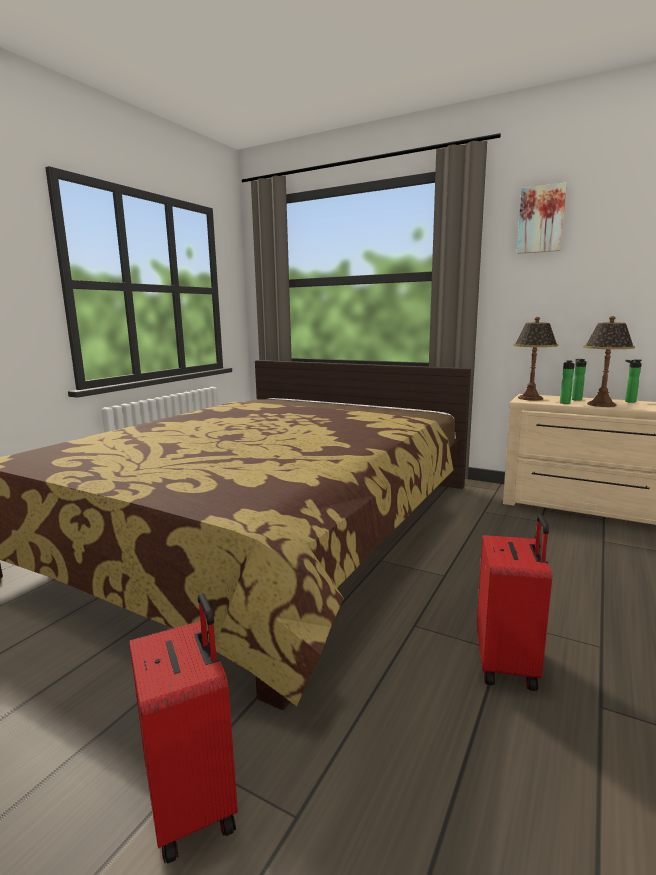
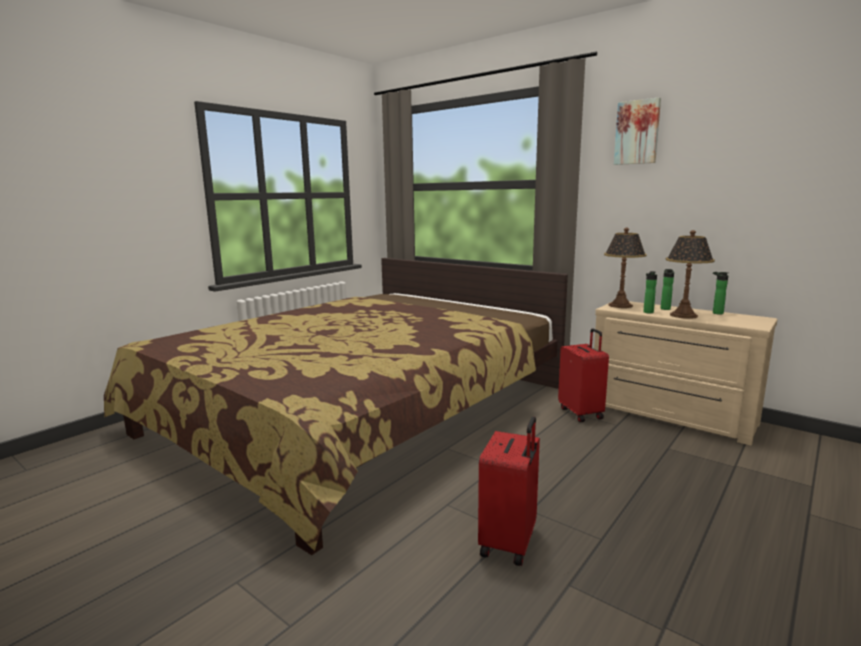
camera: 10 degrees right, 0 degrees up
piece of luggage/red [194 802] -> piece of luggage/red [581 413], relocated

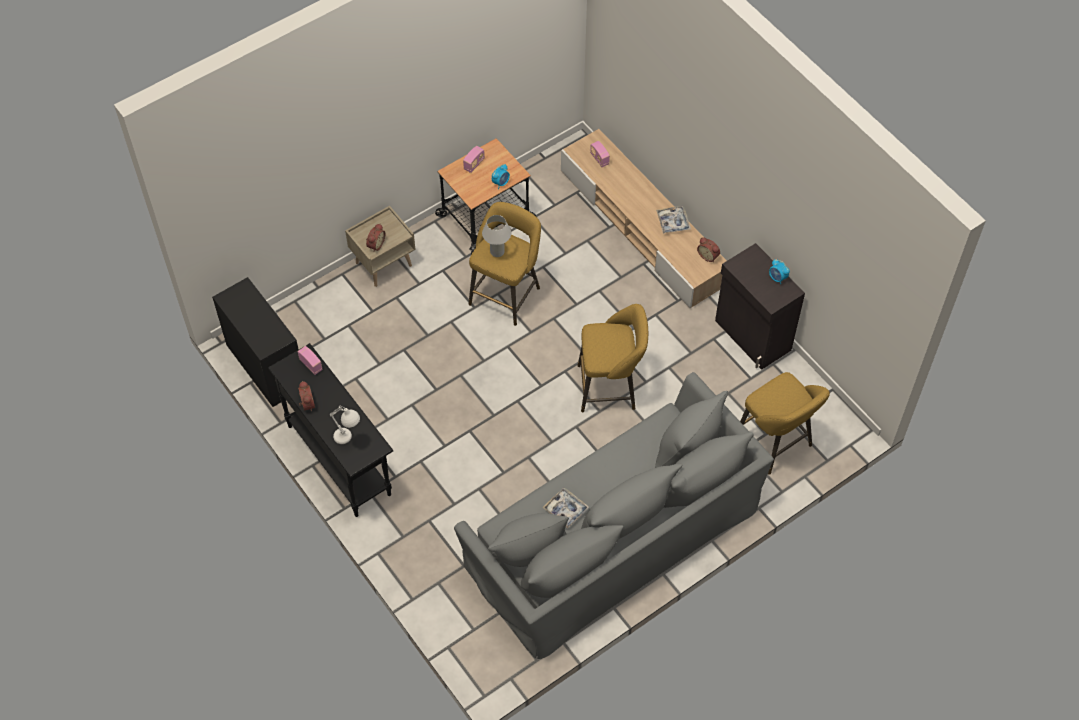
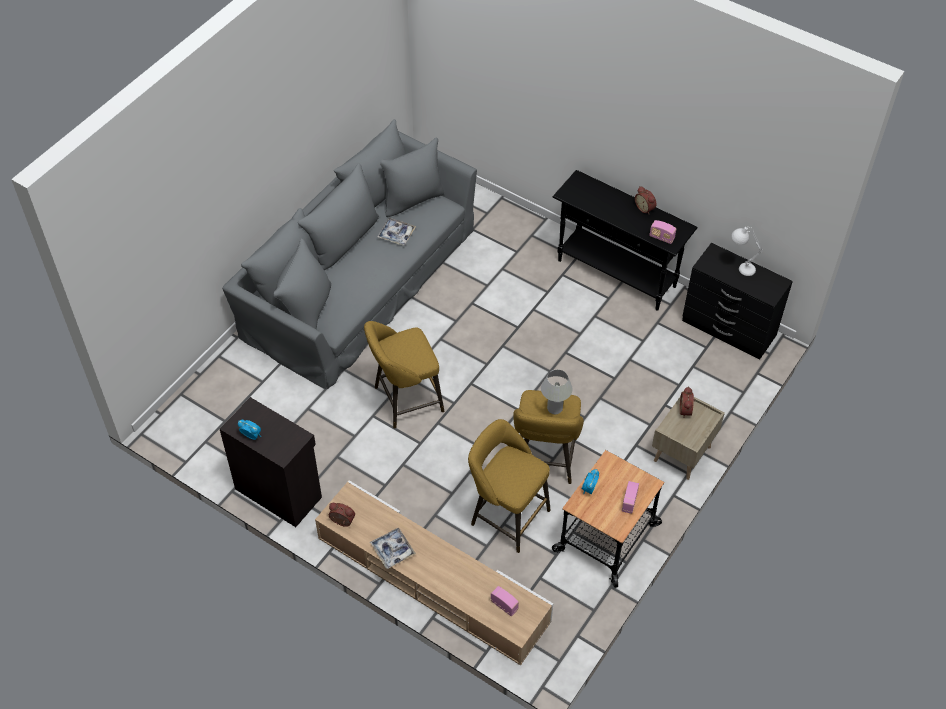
camera: 160 degrees right, 5 degrees down
stool seat/yellowish [776 444] -> stool seat/yellowish [506 515], relocated
lamp for a table/whitish [348 440] -> lamp for a table/whitish [739 268], relocated

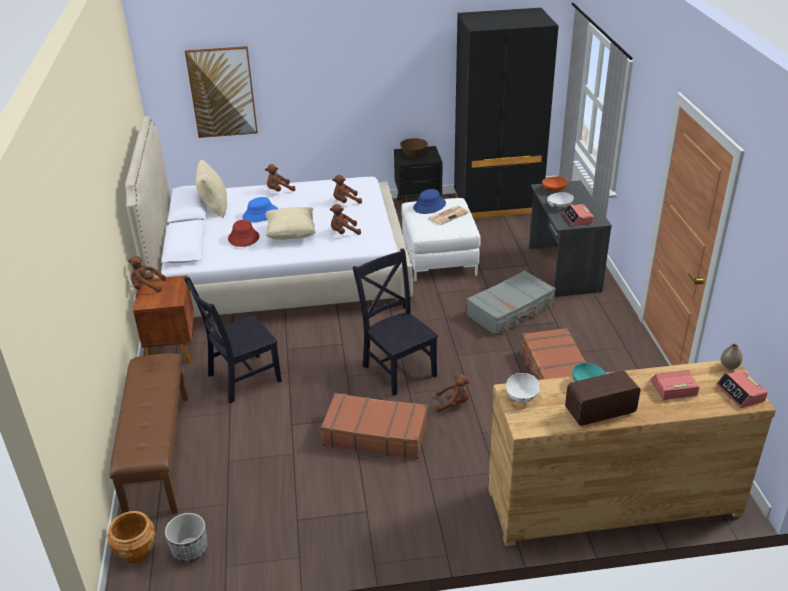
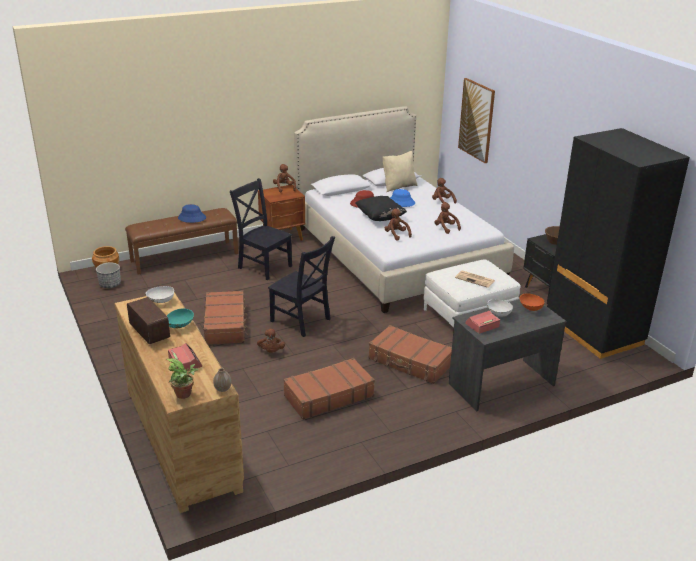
camera: 70 degrees right, 5 degrees down
table clock [740 393] -> plant in a pot [185 395]
hat/blue-coloured [429 206] -> hat/blue-coloured [192 218], relocated
chair/blackish [398 369] -> chair/blackish [302 321], 90 degrees clockwise
pillow/beige [291 234] -> pillow/blackish [380 218]
piece of luggage/greyish [511 311] -> piece of luggage/brown [410 362]

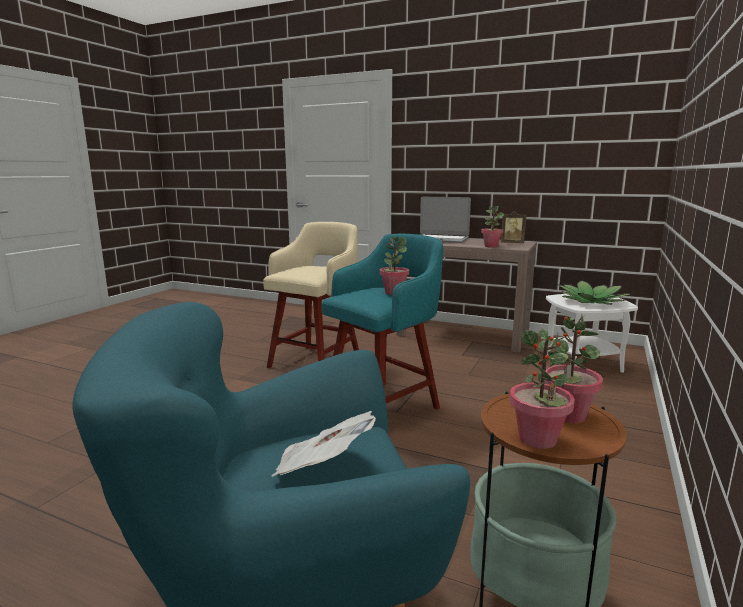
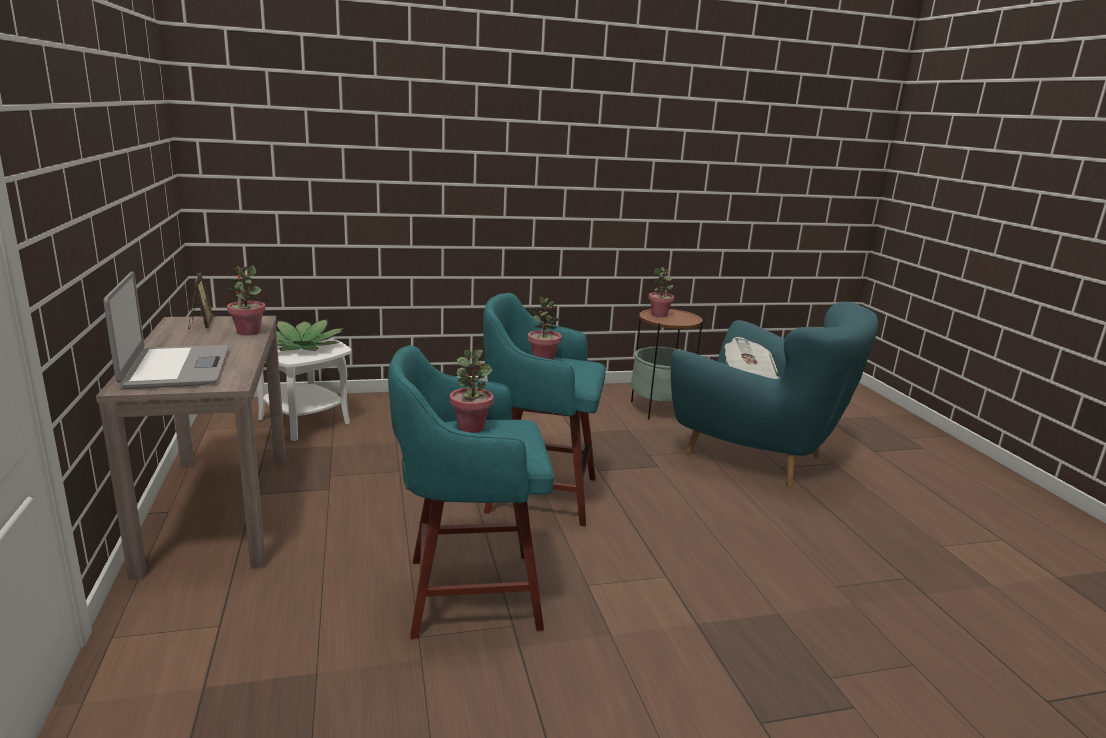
camera: 130 degrees left, 5 degrees up
stool seat/beige [317 361] -> stool seat/turquoise [468 593]
plant in a pot [538 439] -> plant in a pot [471 427], relocated

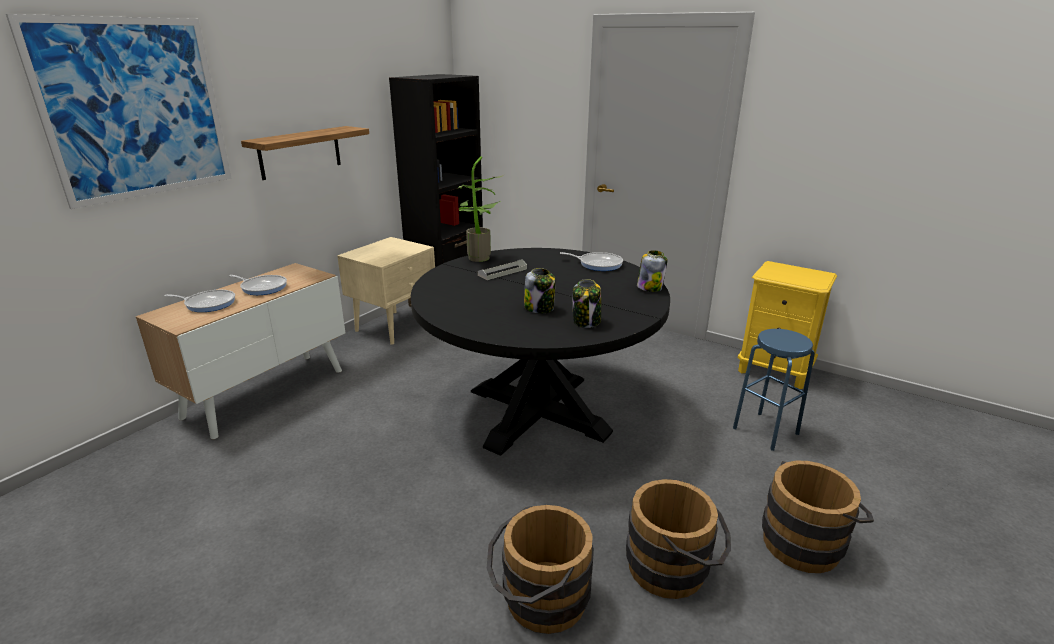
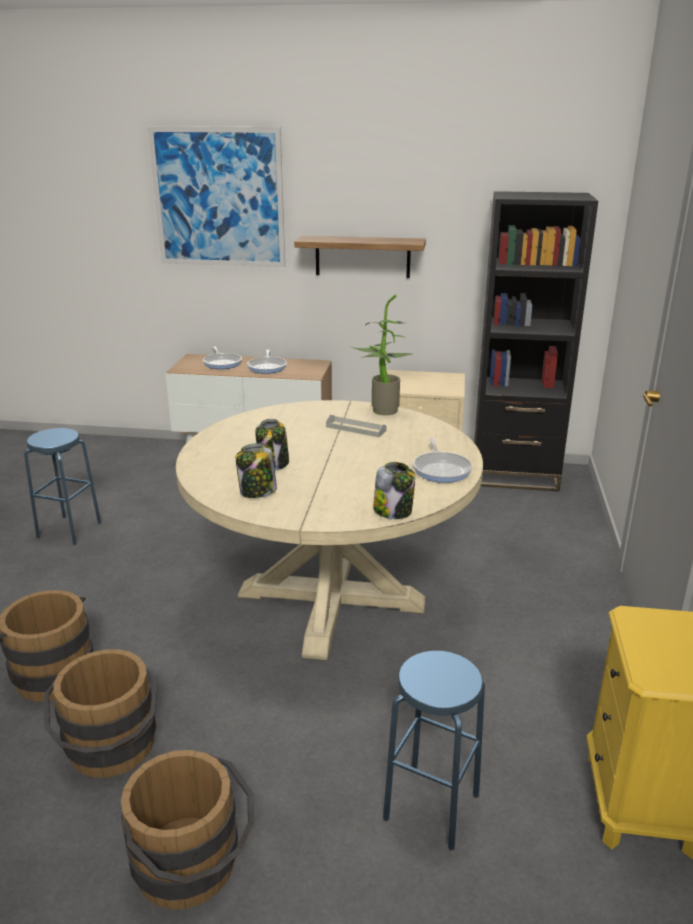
camera: 65 degrees right, 0 degrees up
none -> stool seat/blue-coloured [69 530]
dining table/blackish [538 411] -> dining table/beige [331 598]

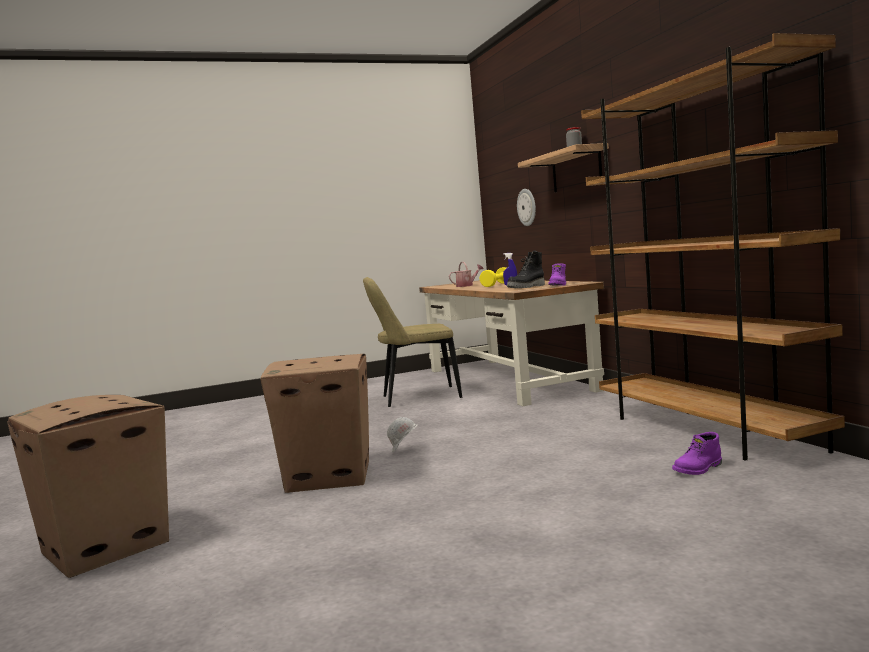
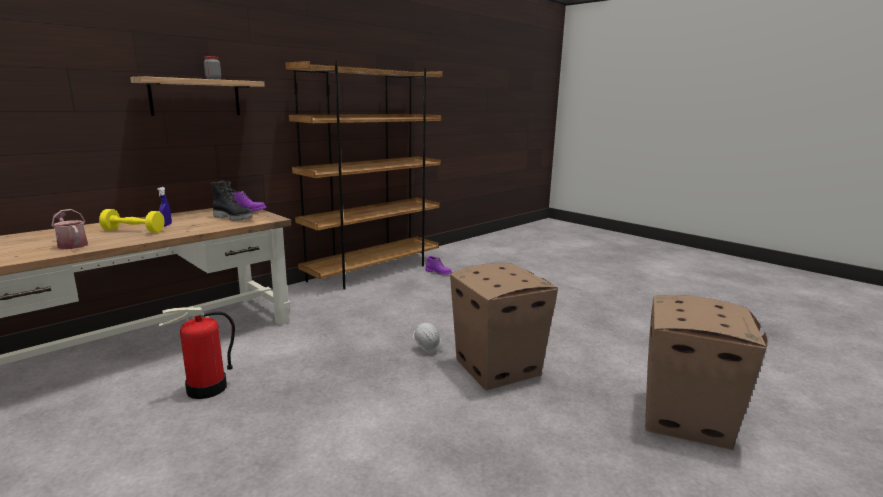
camera: 115 degrees left, 10 degrees up
chair/beige [416 398] -> extinguisher [206 389]
hanging clock [527 207] -> none

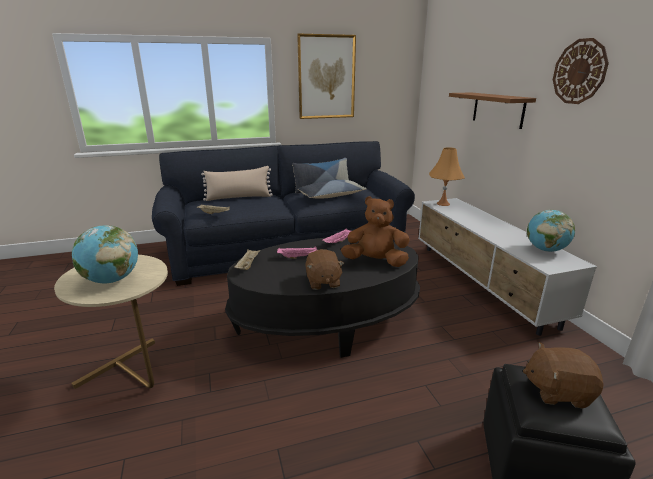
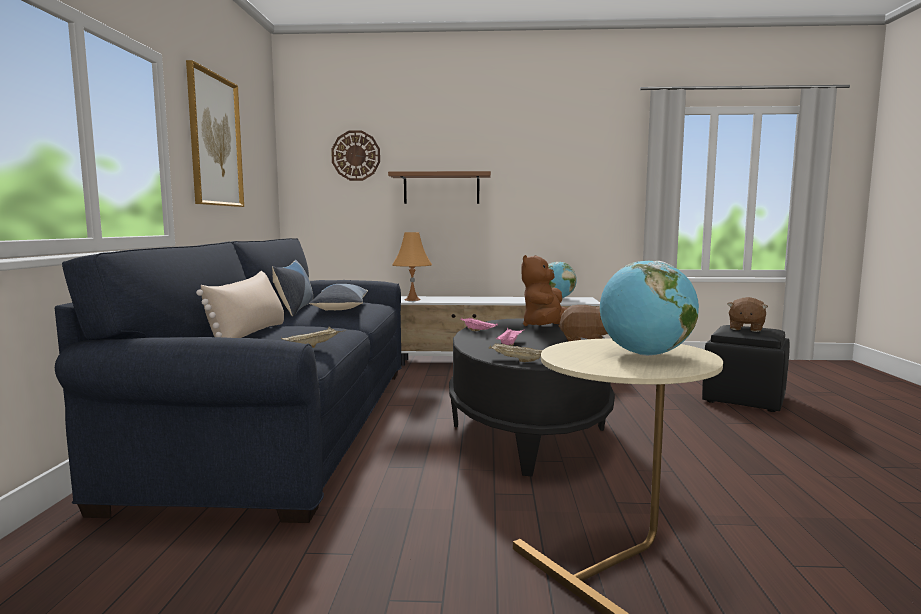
camera: 70 degrees left, 15 degrees down
hanging clock [579 71] -> hanging clock [356 155], relocated

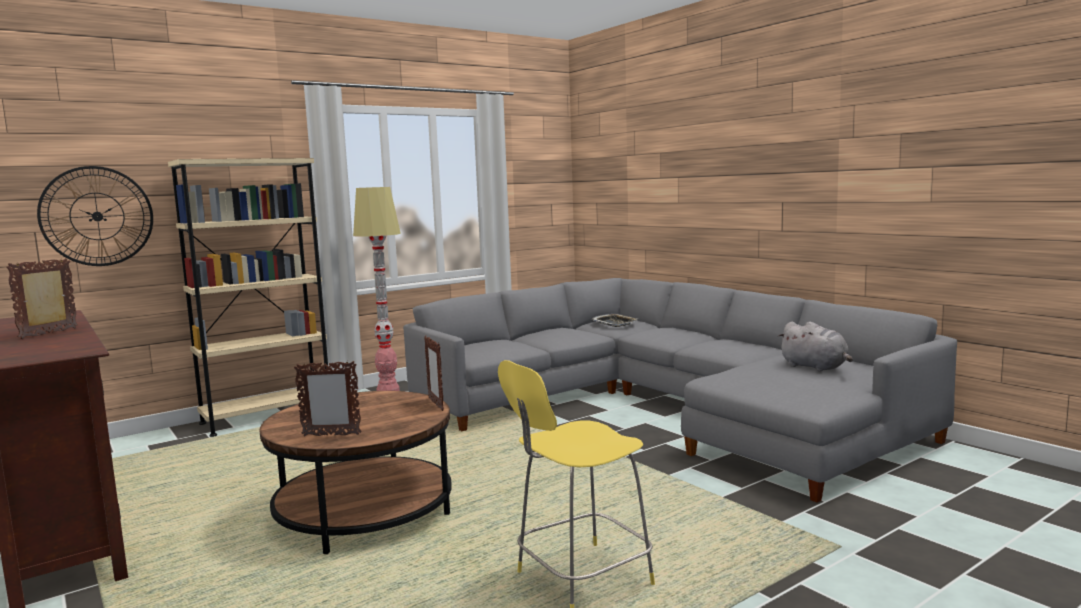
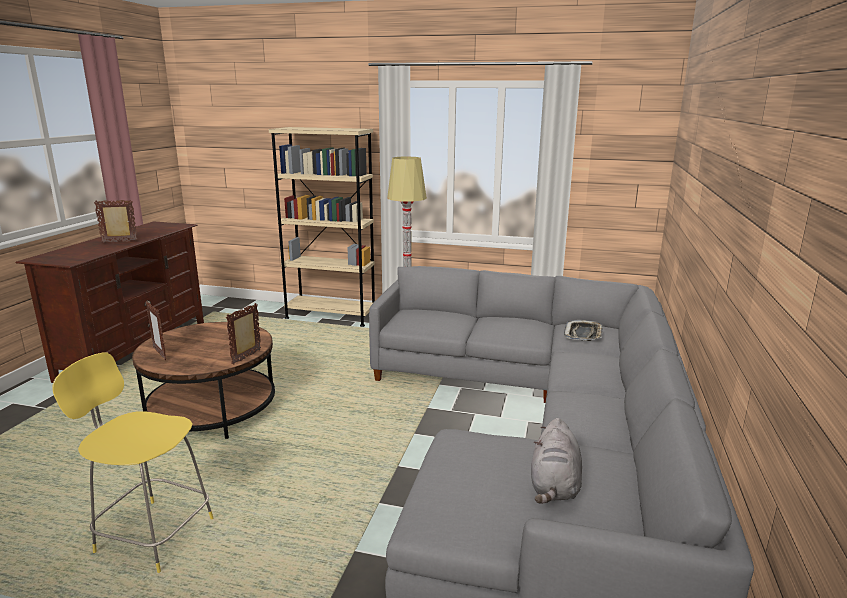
camera: 50 degrees right, 10 degrees up
hanging clock [97 216] -> none

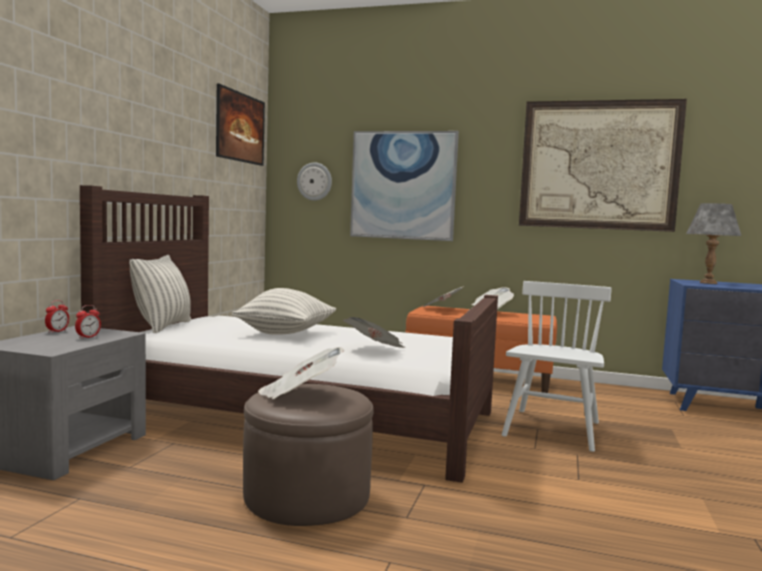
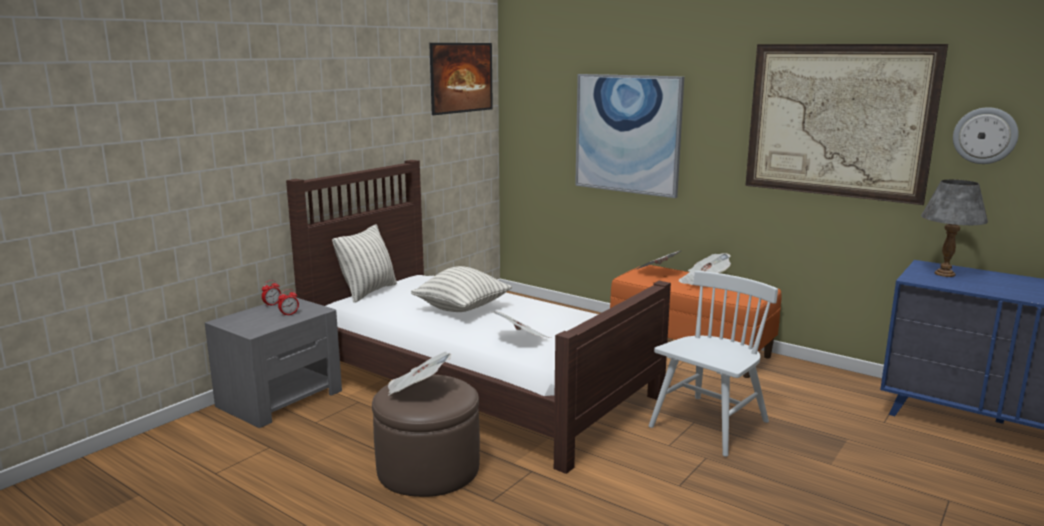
camera: 20 degrees right, 10 degrees up
hanging clock [314 181] -> hanging clock [985 135], relocated

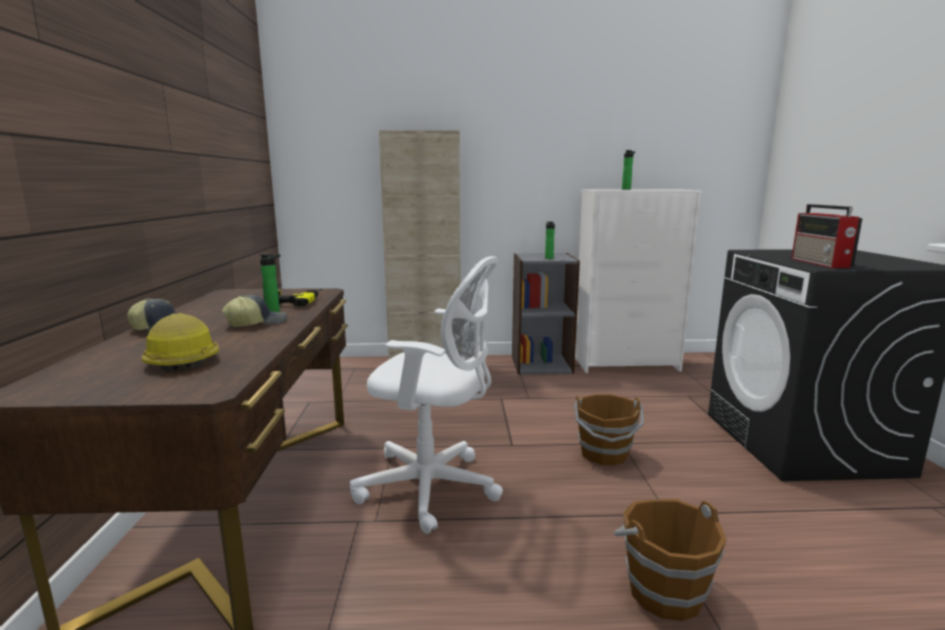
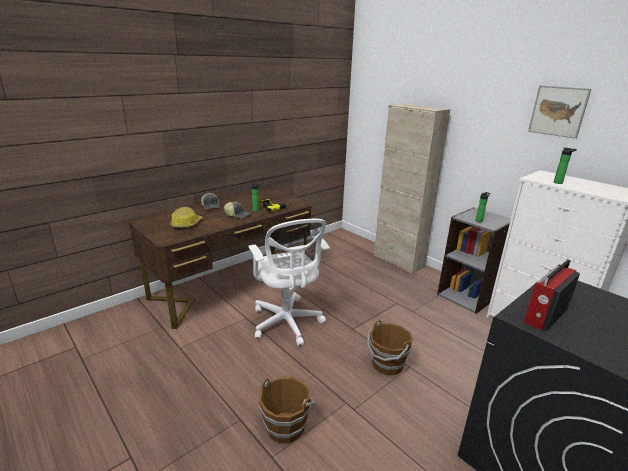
camera: 50 degrees right, 10 degrees up
none -> wall art [558 111]

